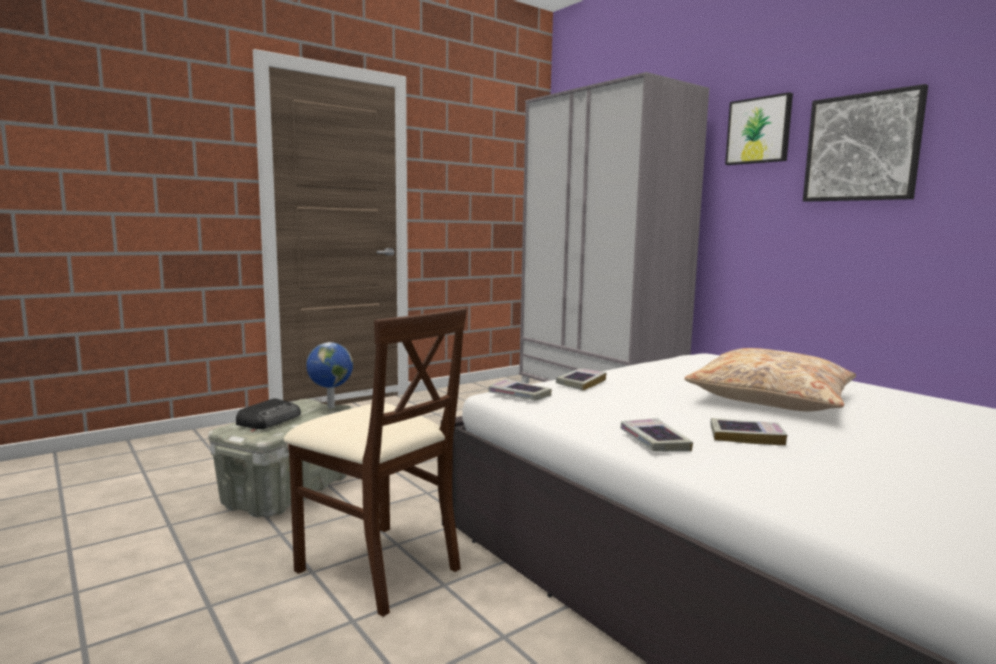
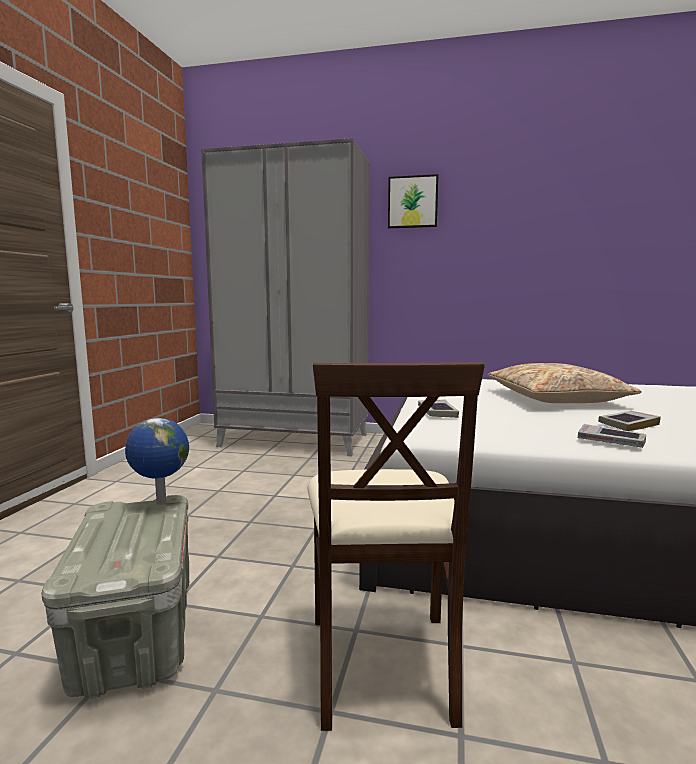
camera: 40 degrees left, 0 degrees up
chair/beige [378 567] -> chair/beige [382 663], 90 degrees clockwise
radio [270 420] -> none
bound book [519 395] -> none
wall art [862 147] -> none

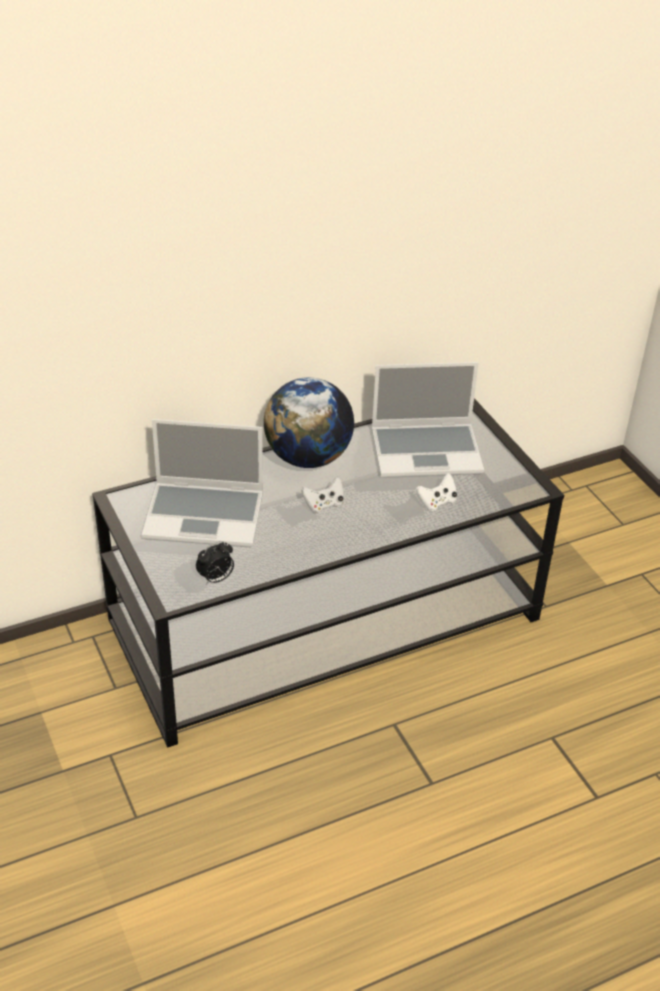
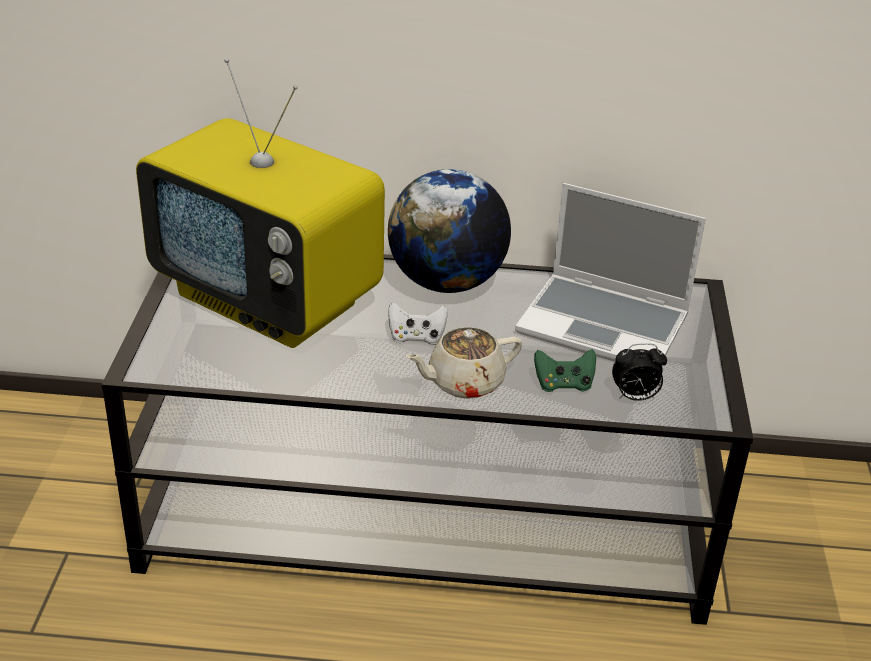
camera: 30 degrees right, 5 degrees down
notebook computer [206 515] -> TV [270 301]
none -> tea pot/beige [464 382]
game controller/whitish [437 502] -> game controller/greenish [563 384]
table clock [216 579] -> table clock [634 397], relocated

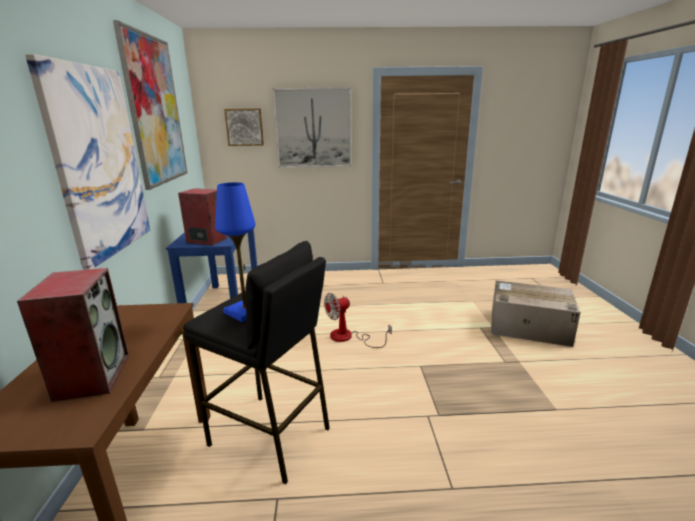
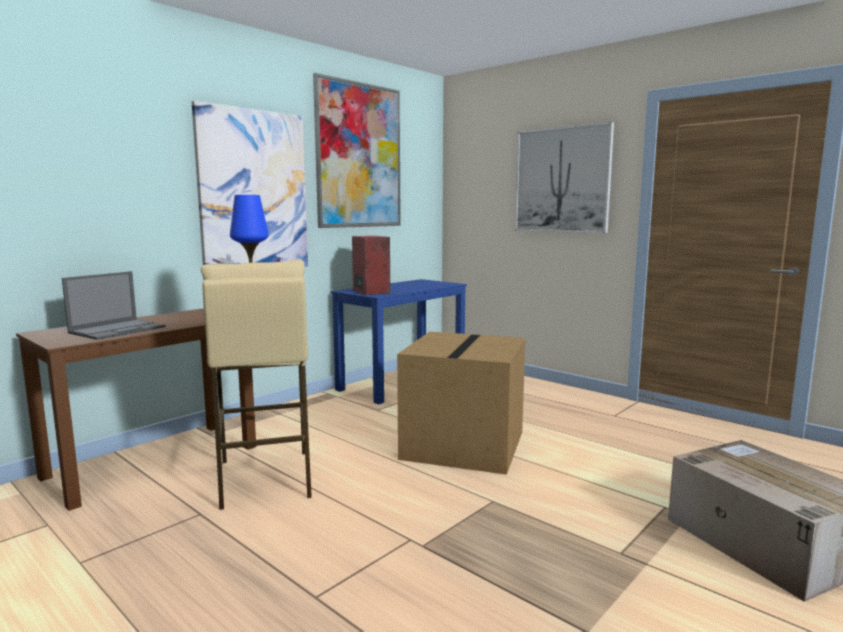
camera: 45 degrees right, 10 degrees down
loudspeaker [92 375] -> notebook computer [118 330]
stool seat/blackish [270 436] -> stool seat/beige [264 478]
cooling fan [348 337] -> cardboard box [465 446]
wall art [244 127] -> none

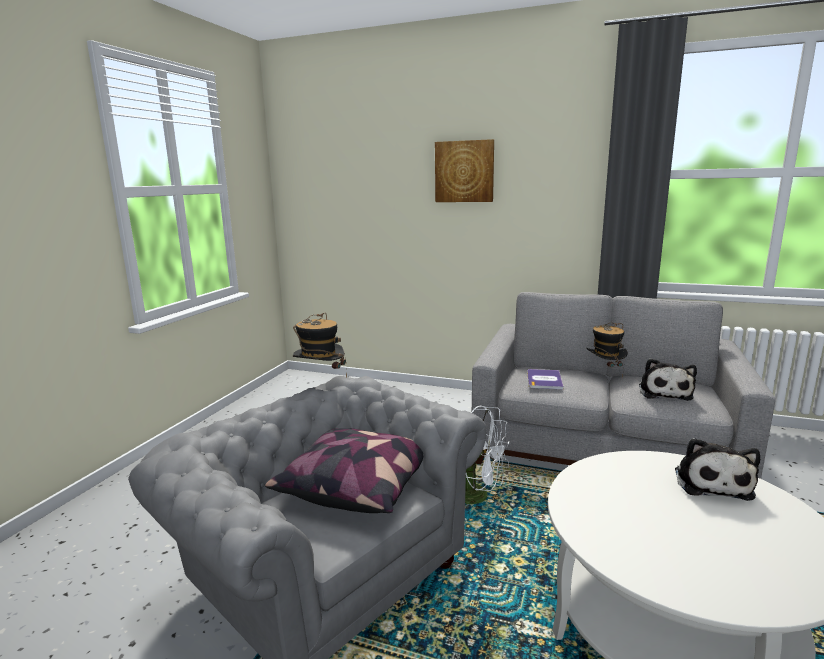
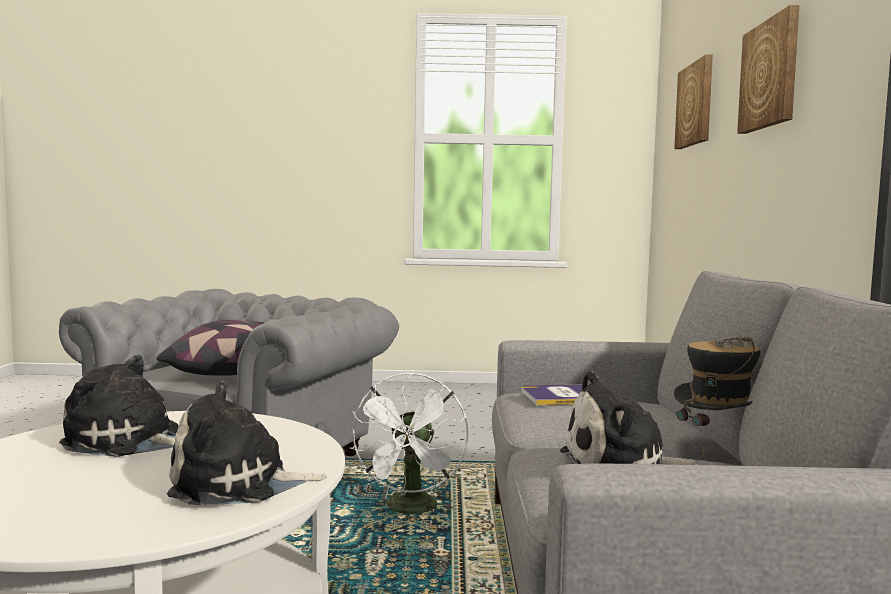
camera: 70 degrees right, 10 degrees down
none -> soft toy [128 441]
none -> wall art [696 104]
hat [320 379] -> none

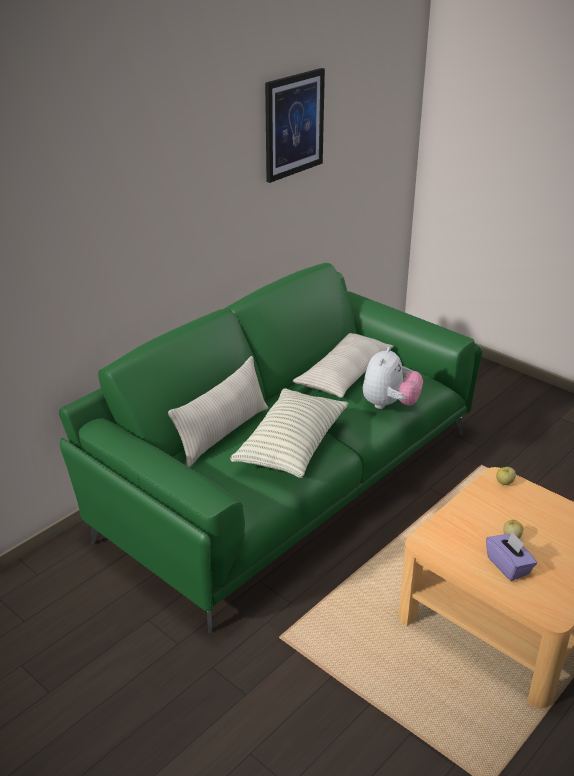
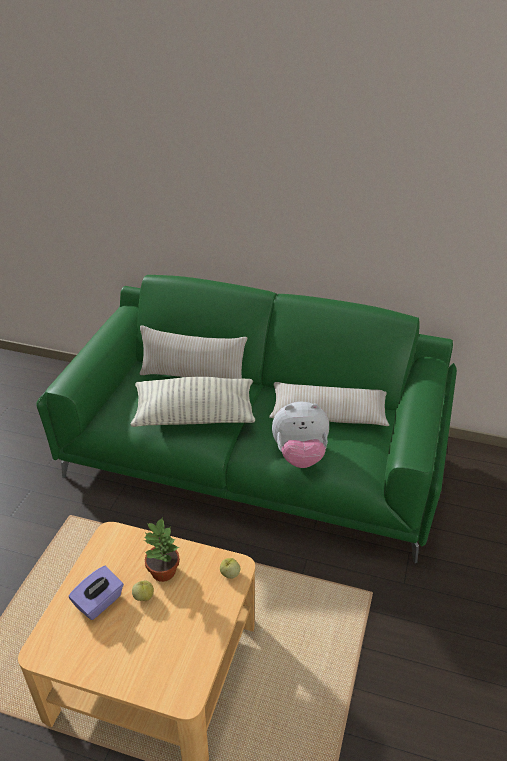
camera: 65 degrees right, 5 degrees up
none -> plant in a pot [163 571]
wall art [293 124] -> none

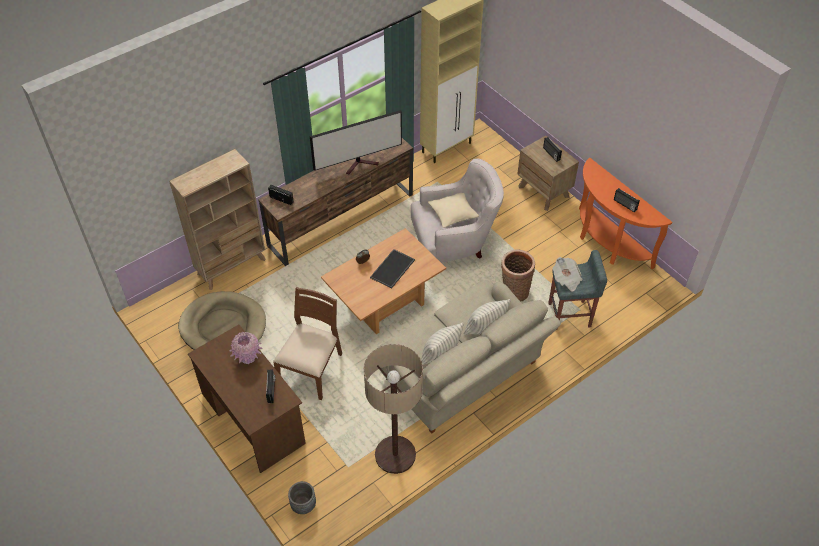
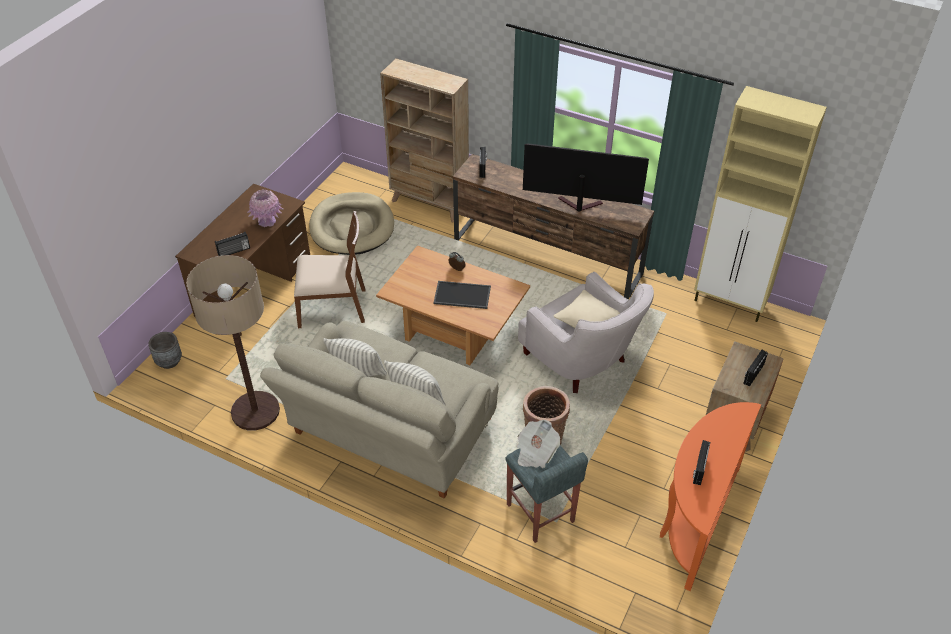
camera: 65 degrees right, 5 degrees down
TV [361 164] -> TV [578 205], 150 degrees clockwise

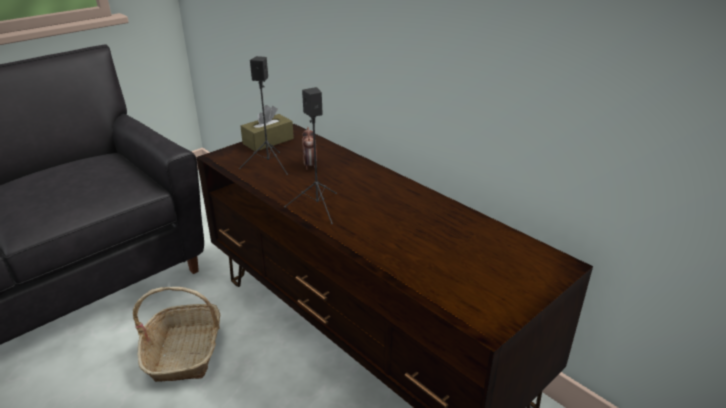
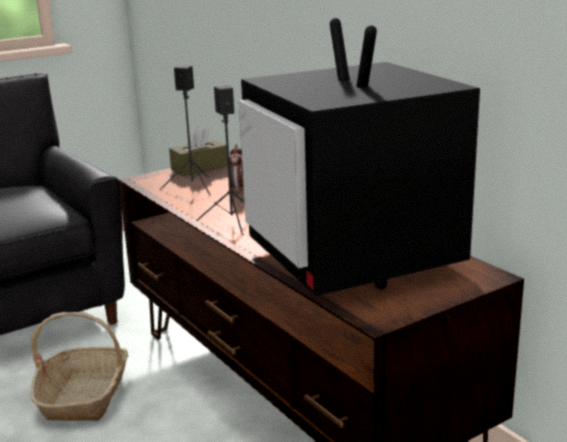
camera: 10 degrees right, 10 degrees down
none -> TV [355 261]

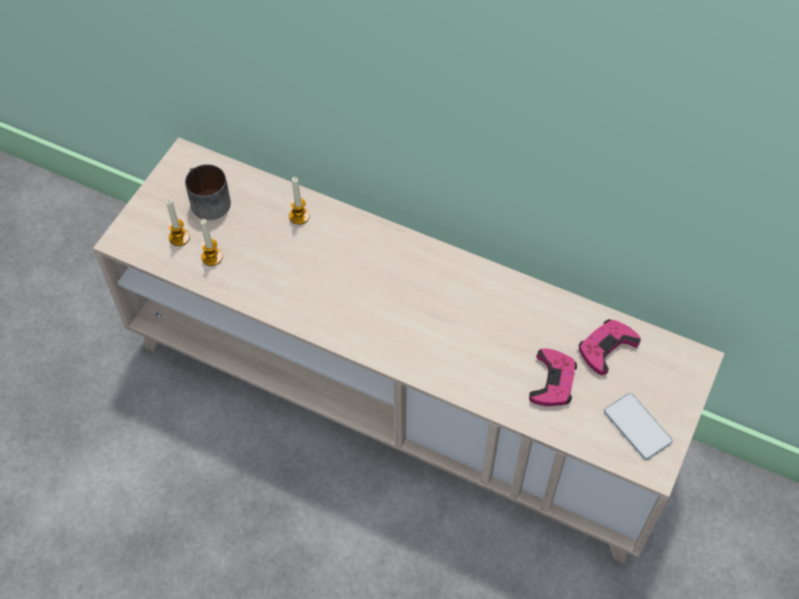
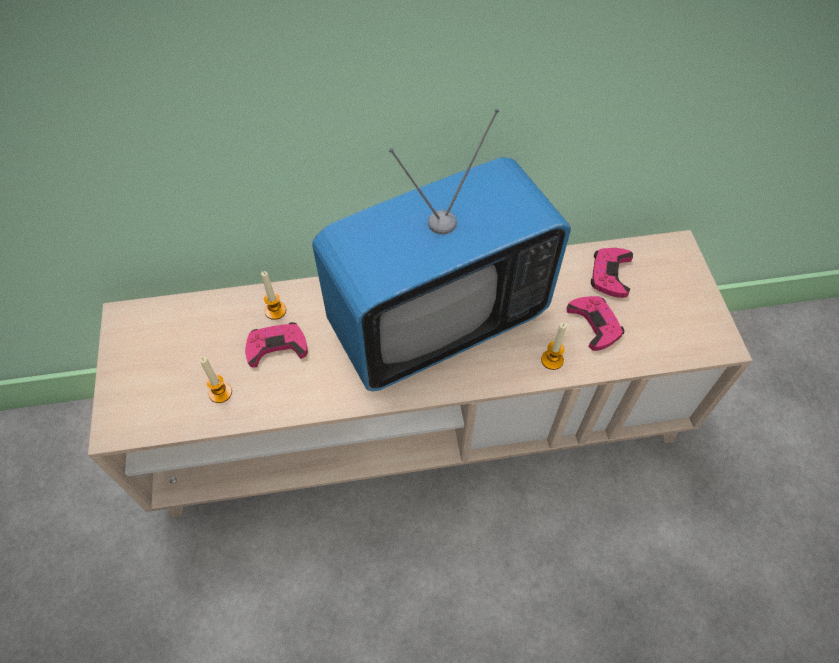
camera: 35 degrees left, 0 degrees up
none -> game controller/pink-coloured [276 347]
none -> TV [438 322]
wax light [179 237] -> wax light [552 360], relocated
mug [206 201] -> none
telephone [637 427] -> none

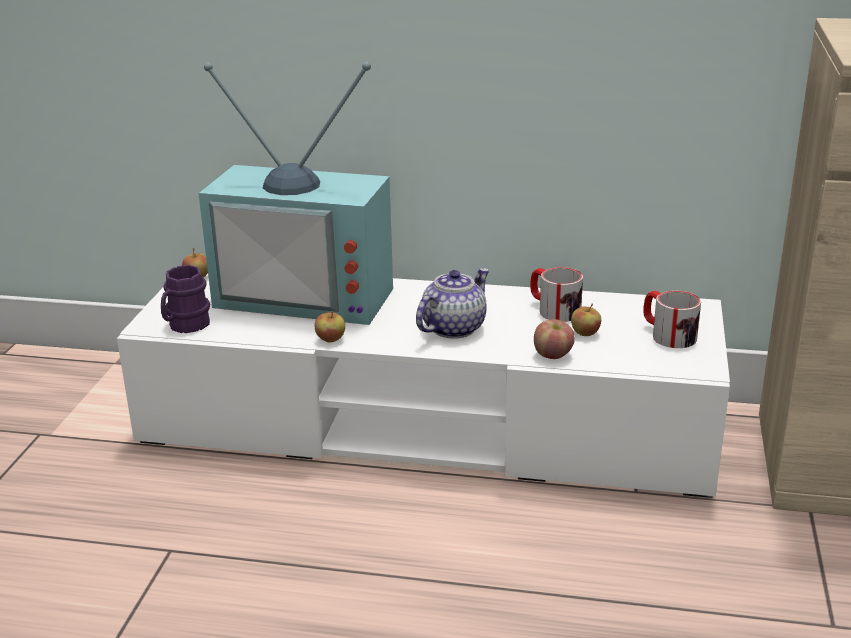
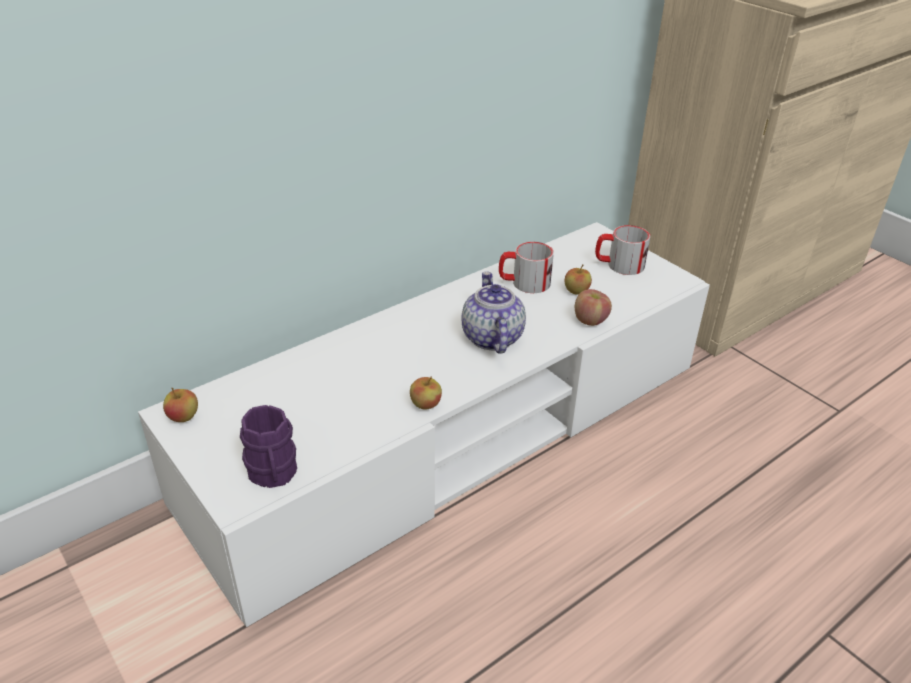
camera: 50 degrees left, 10 degrees up
TV [309 294] -> none

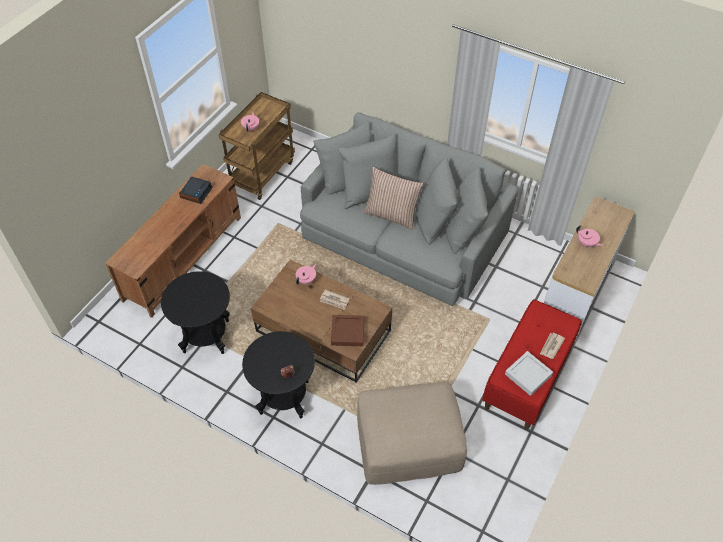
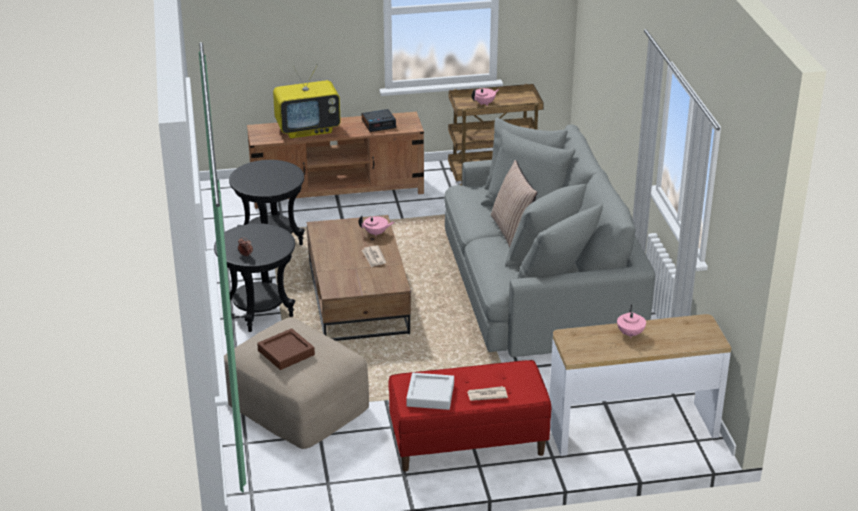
camera: 50 degrees right, 20 degrees down
serving tray/brown [347 332] -> serving tray/brown [286 353], relocated
none -> TV [308 129]

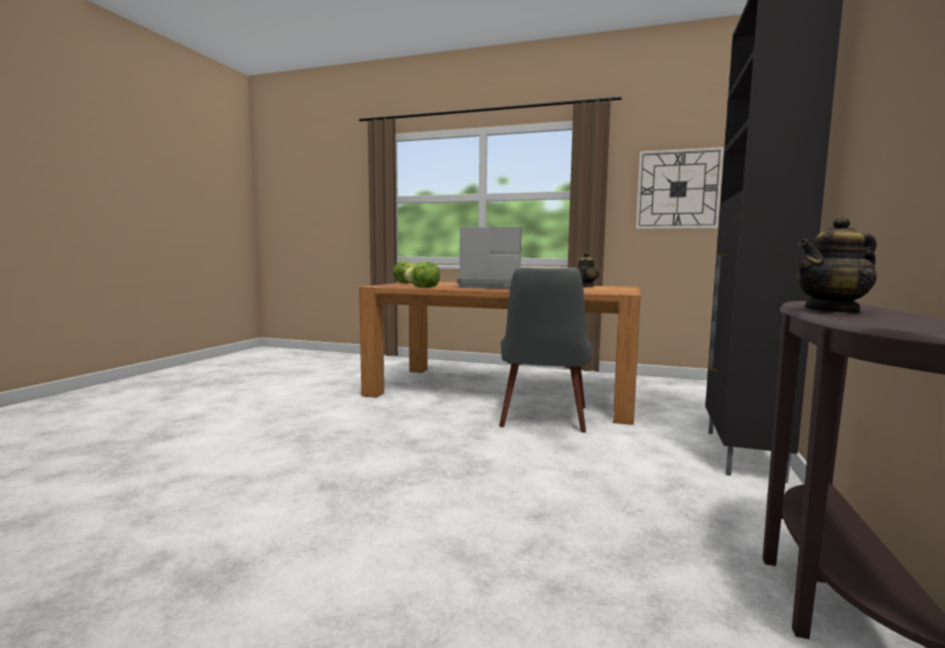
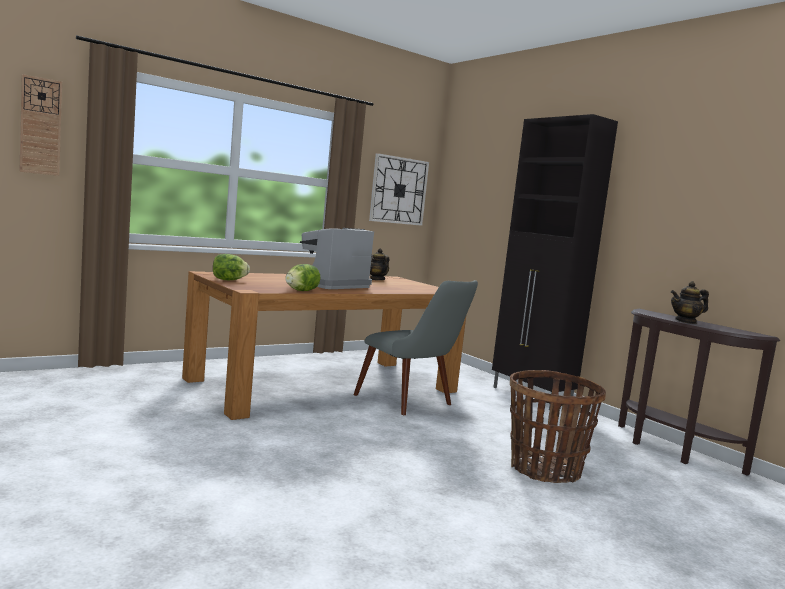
camera: 55 degrees left, 0 degrees up
none -> hanging clock [40 126]
none -> storage basket [545 470]
tea pot [833 311] -> tea pot [686 321], 60 degrees clockwise

